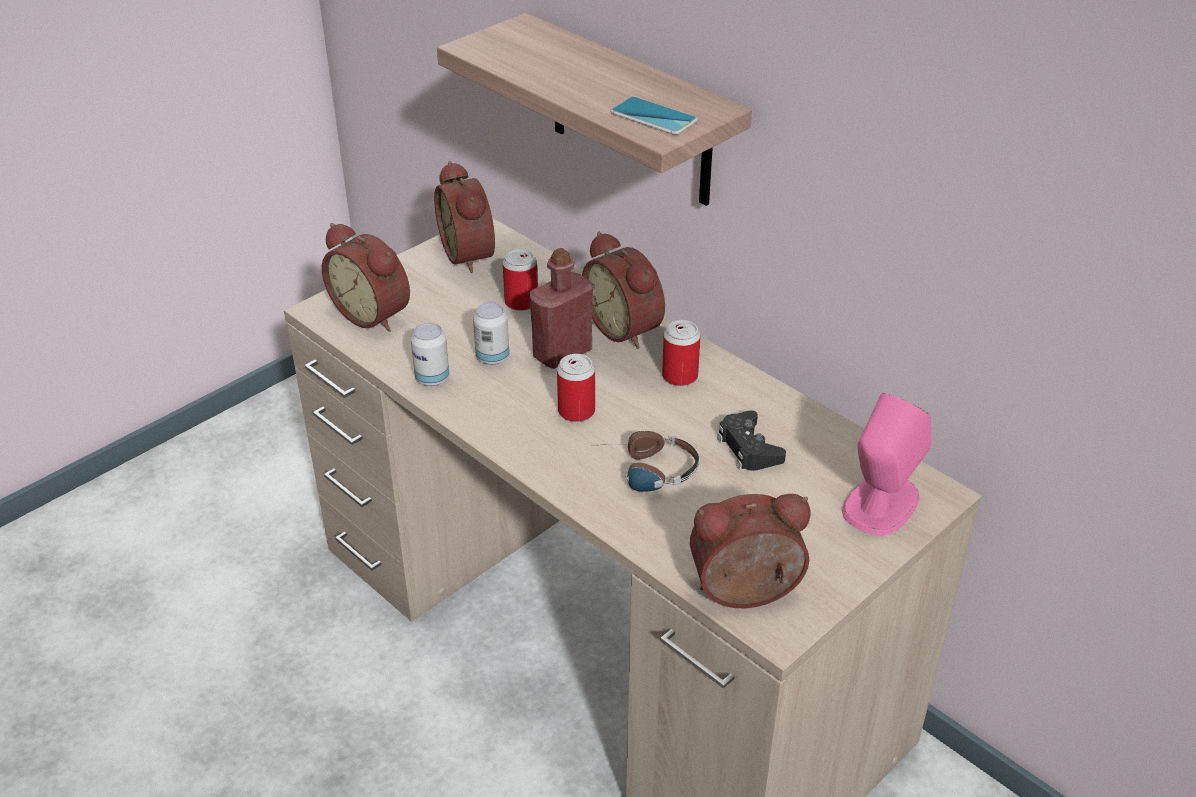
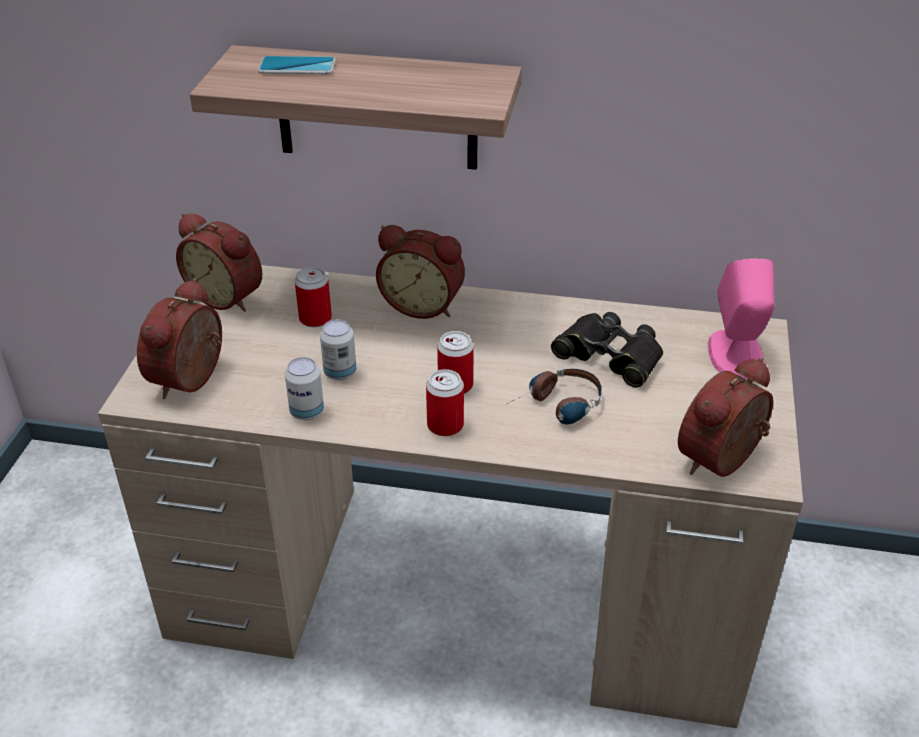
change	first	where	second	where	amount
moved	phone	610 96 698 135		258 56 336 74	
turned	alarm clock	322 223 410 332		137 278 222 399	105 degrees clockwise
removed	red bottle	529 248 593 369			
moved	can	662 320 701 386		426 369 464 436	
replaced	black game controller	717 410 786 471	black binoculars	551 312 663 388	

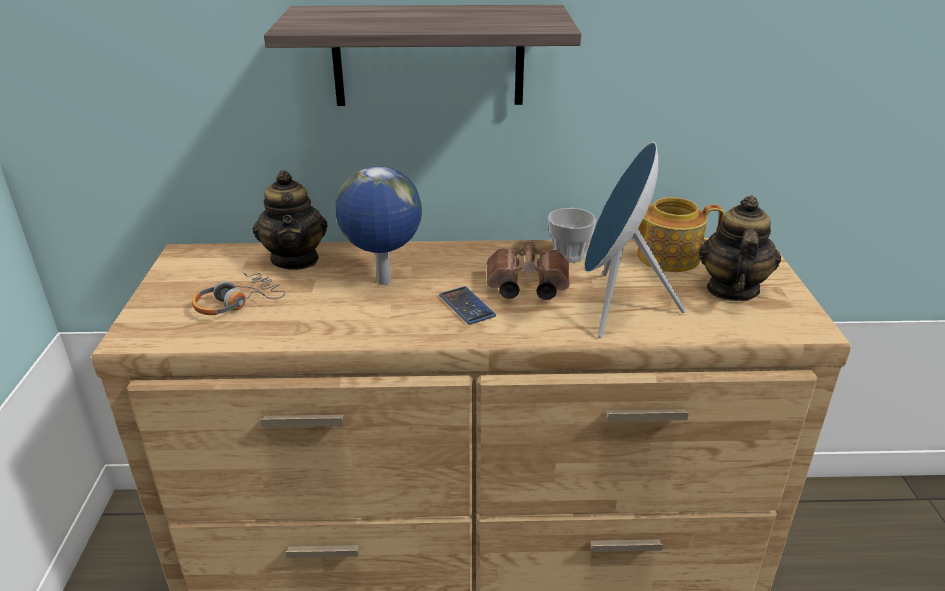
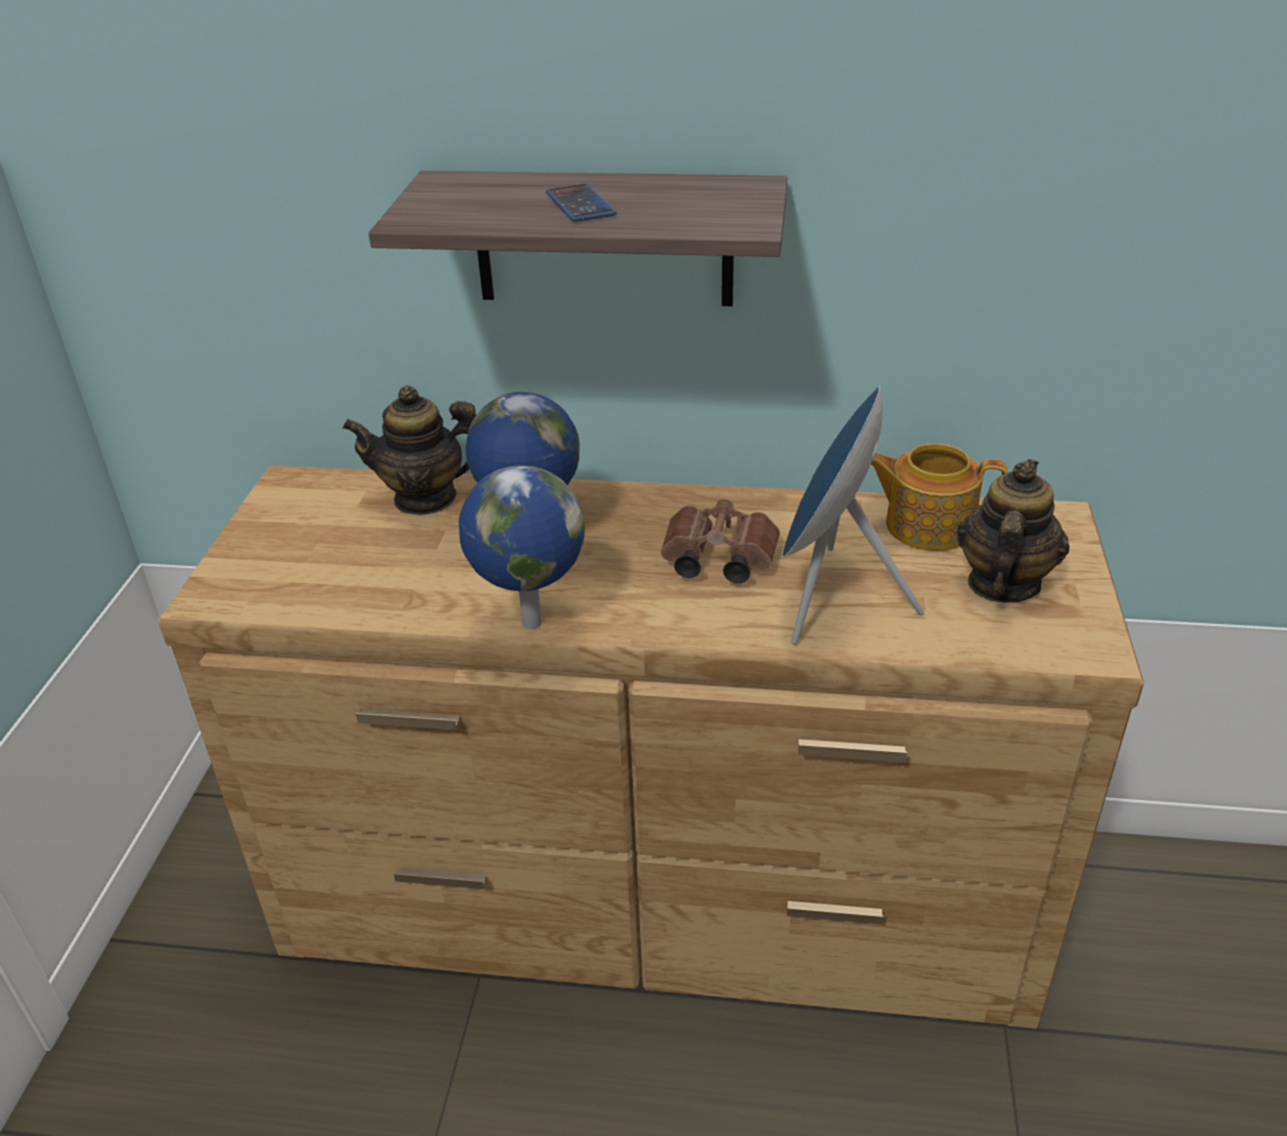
change	first	where	second	where	amount
turned	teapot	253 170 328 270		343 385 476 515	90 degrees clockwise
removed	cup	548 208 596 263			
removed	headphones	192 272 285 315			
moved	phone	439 286 496 325		546 183 616 222	
added			globe	459 465 585 629	

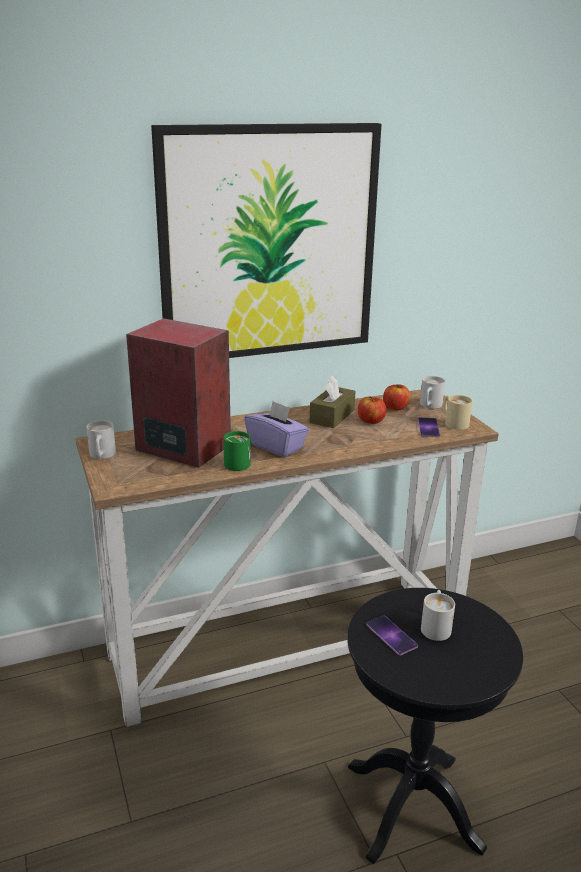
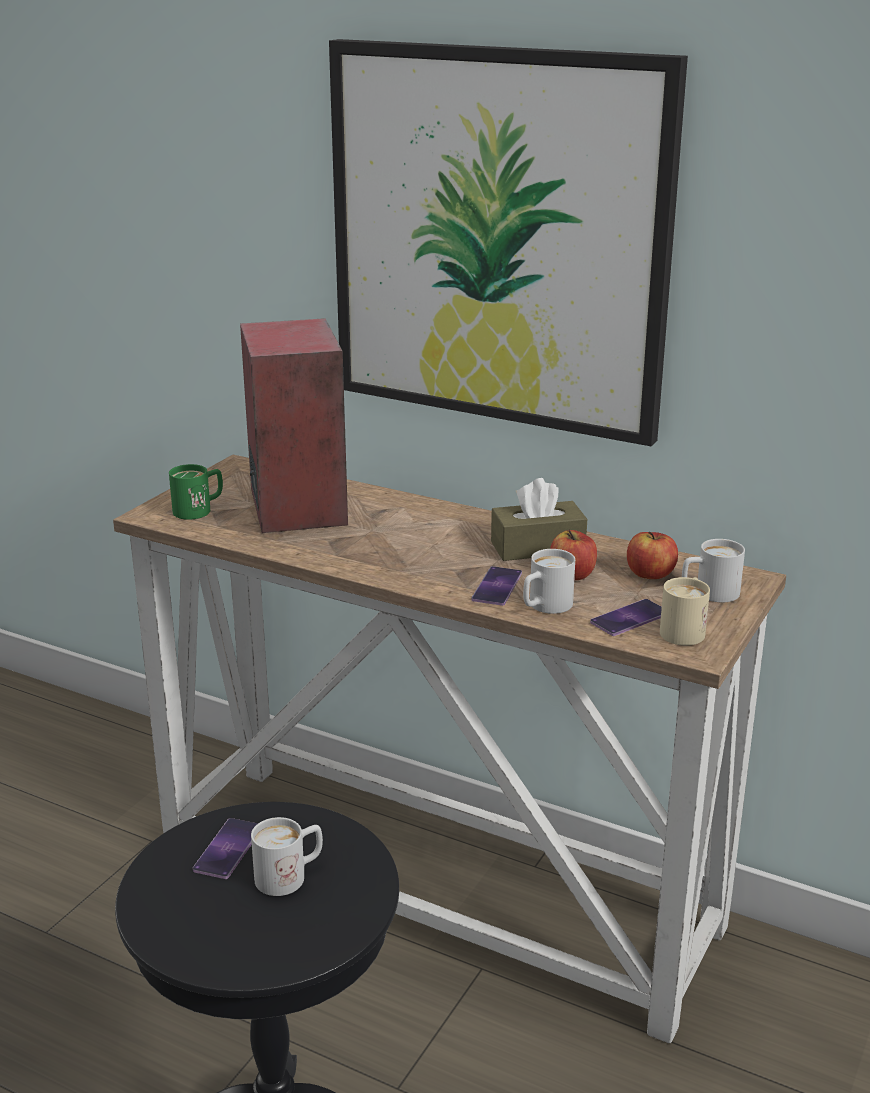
change	first	where	second	where	amount
removed	purple tissue box	244 401 309 457			
moved	white mug	87 420 116 459		523 549 575 614	
moved	green mug	223 431 251 471		169 464 223 520	
added			phone	472 566 522 606	

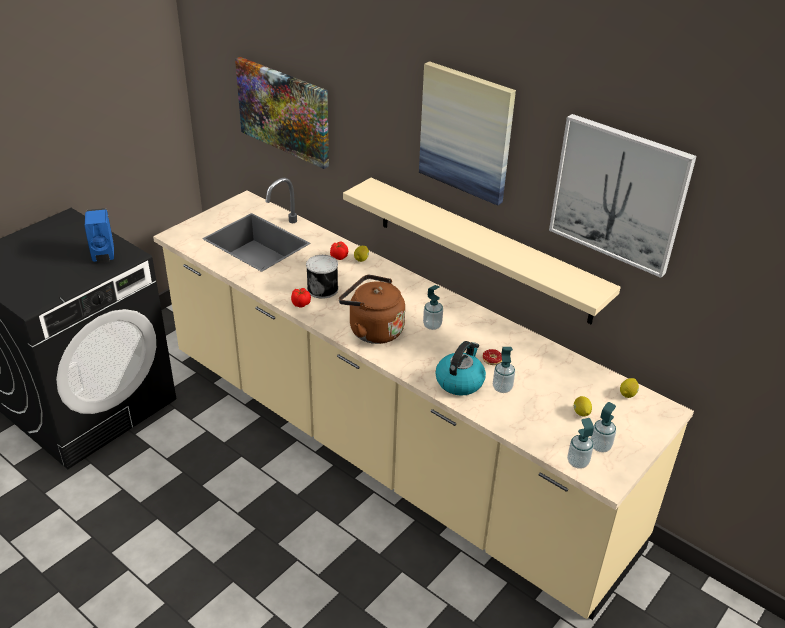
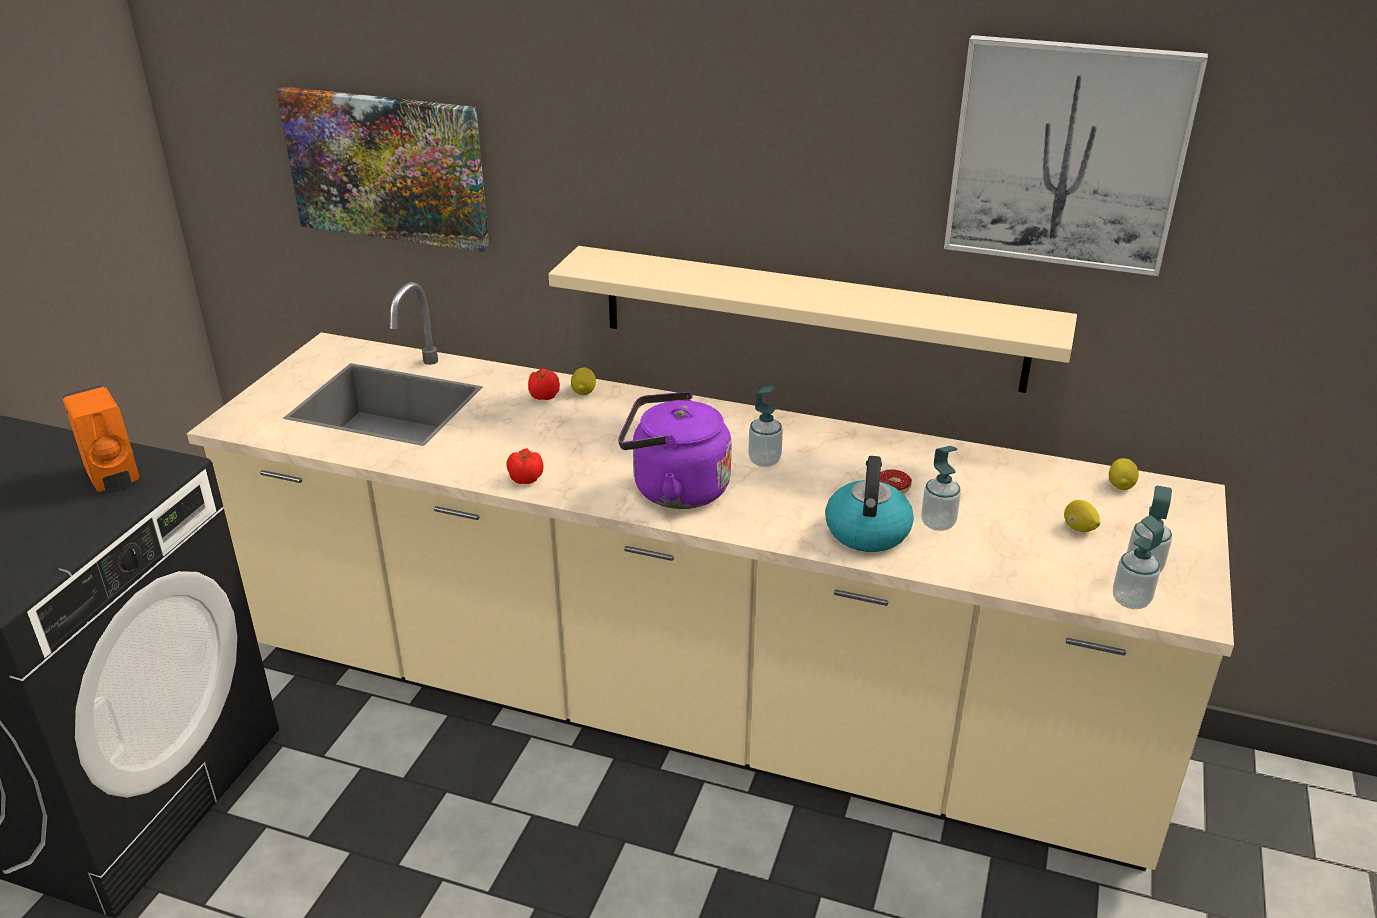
change	first	where	second	where	amount
removed	picture	419 61 516 206			
recoloured	blue soap dispenser	85 208 114 263	orange soap dispenser	62 385 139 493	
removed	can	306 255 338 299			
recoloured	brown kettle	339 275 405 344	purple kettle	618 392 732 509	

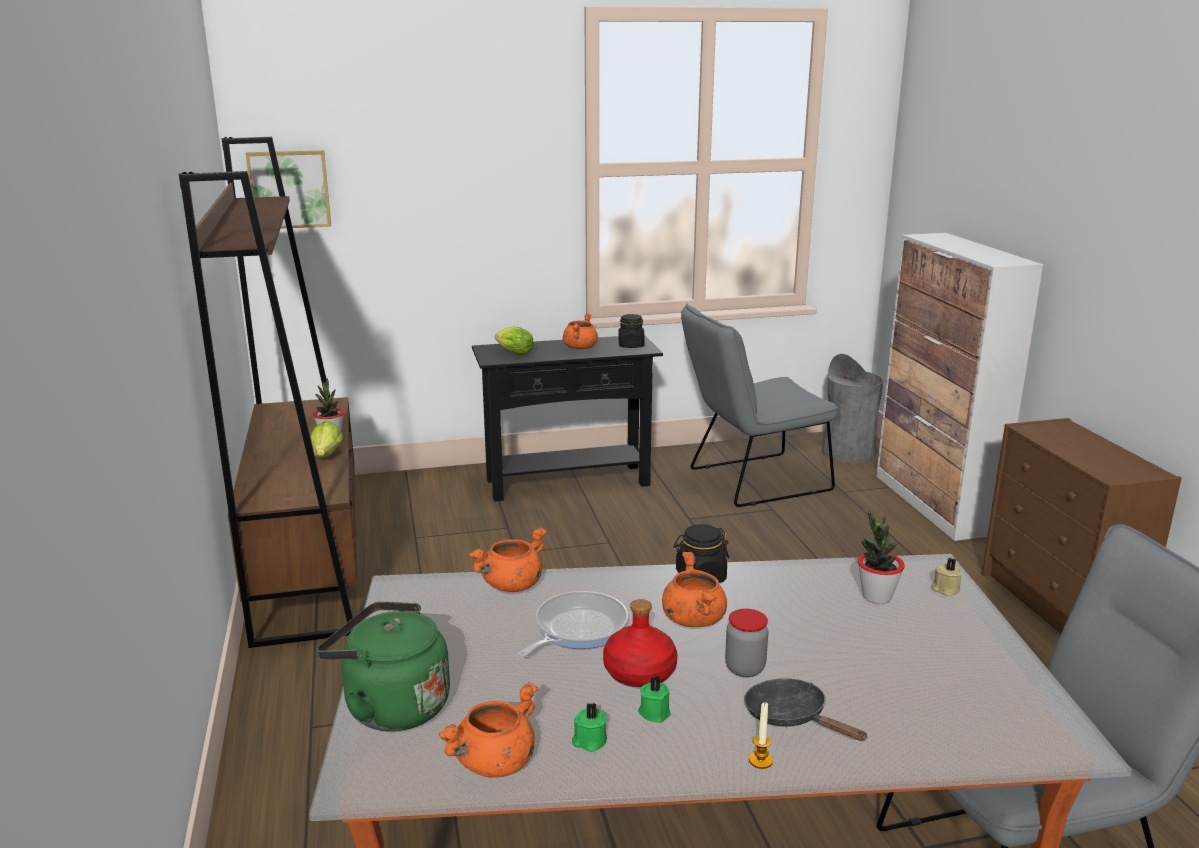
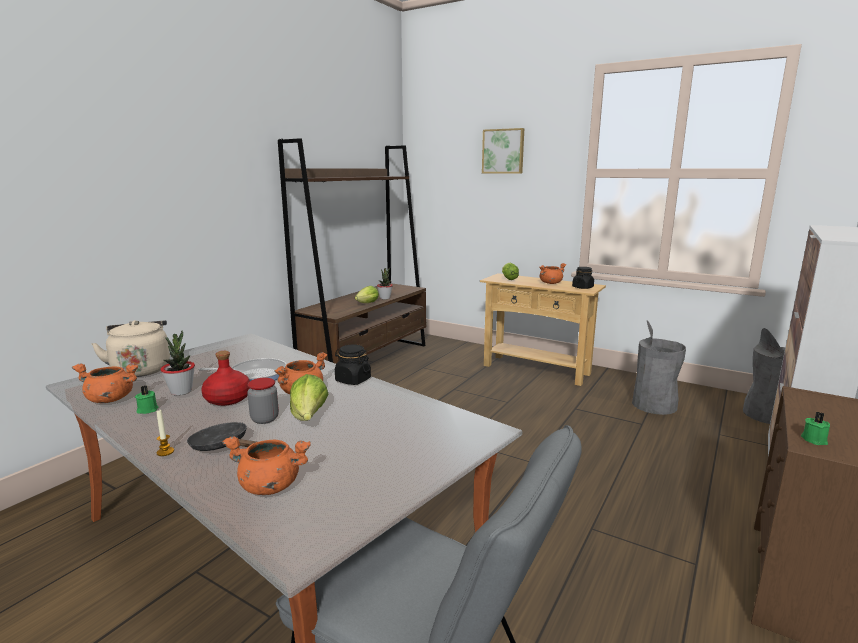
change	first	where	second	where	amount
moved	picture	246 150 331 228		482 128 524 174	
replaced	grey chair	681 304 839 507	grey trash can	632 320 686 415	
recoloured	black console table	472 335 663 502	beige console table	480 273 606 386	
moved	potted plant	857 511 905 604		161 330 195 395	
moved	orange cooking pot	469 527 547 592		222 437 311 495	
removed	beige candle	931 558 963 596			
recoloured	green kettle	317 602 450 731	beige kettle	91 320 170 377	
moved	green candle	638 676 671 723		801 412 830 445	
turned	black frying pan	744 678 868 741		187 422 256 451	60 degrees counterclockwise
added			lettuce	290 374 329 421	

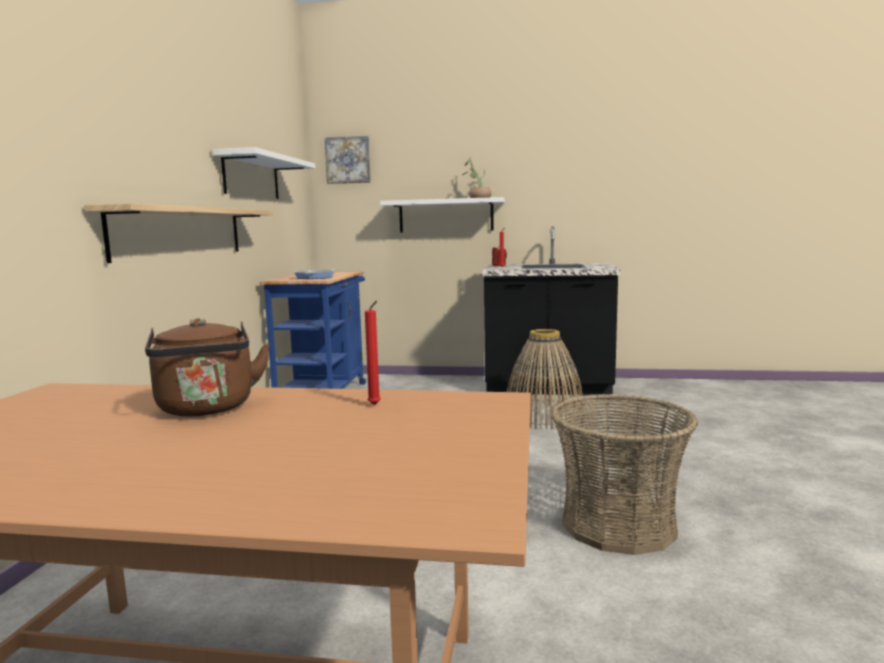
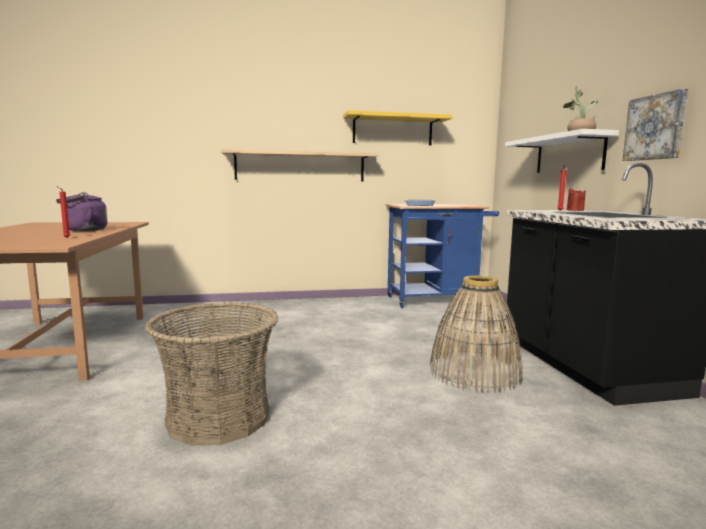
change	first	where	second	where	amount
moved	picture	324 136 371 184		622 89 688 161	
recoloured	white shelf	213 147 315 199	yellow shelf	343 110 453 145	
recoloured	brown kettle	145 318 270 417	purple kettle	56 192 107 231	

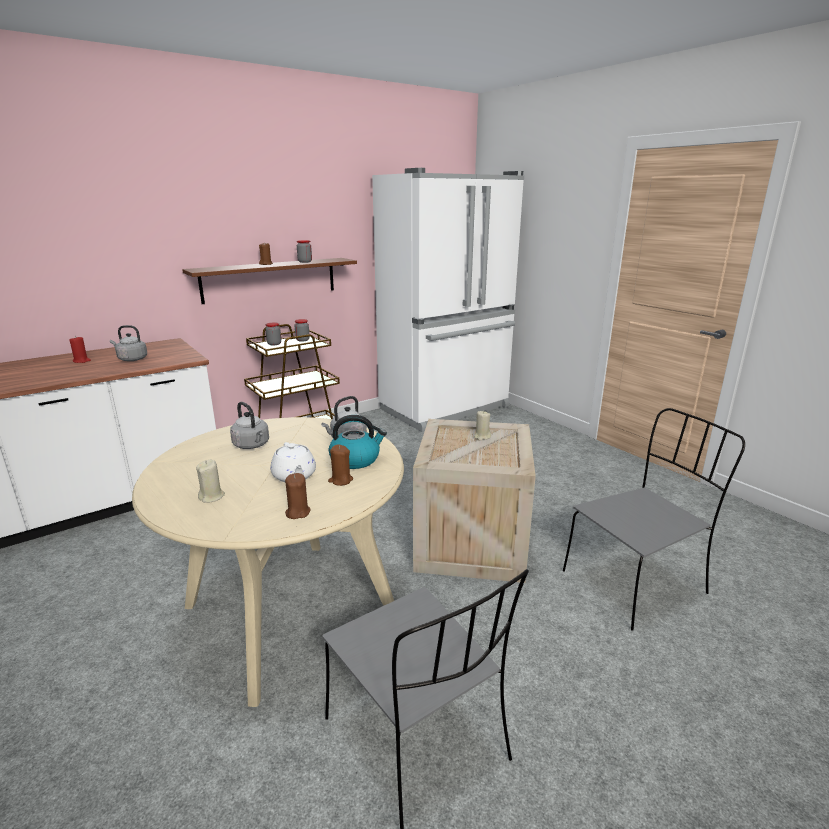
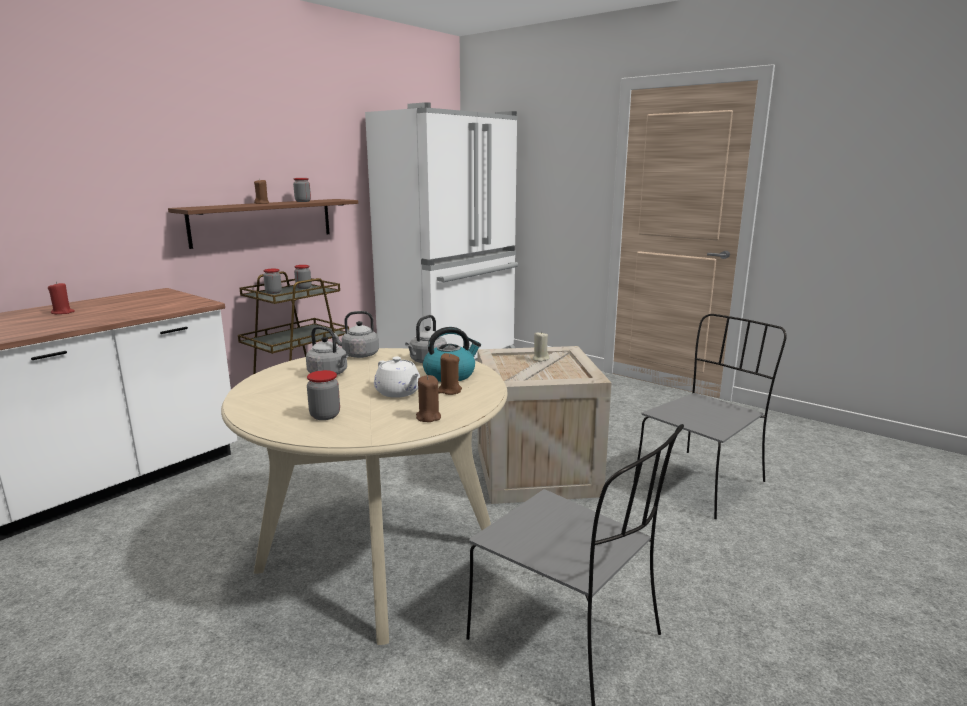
change	first	where	second	where	amount
moved	grey kettle	110 325 147 361		334 311 379 358	
replaced	beige candle	196 460 225 503	jar	307 370 340 420	

